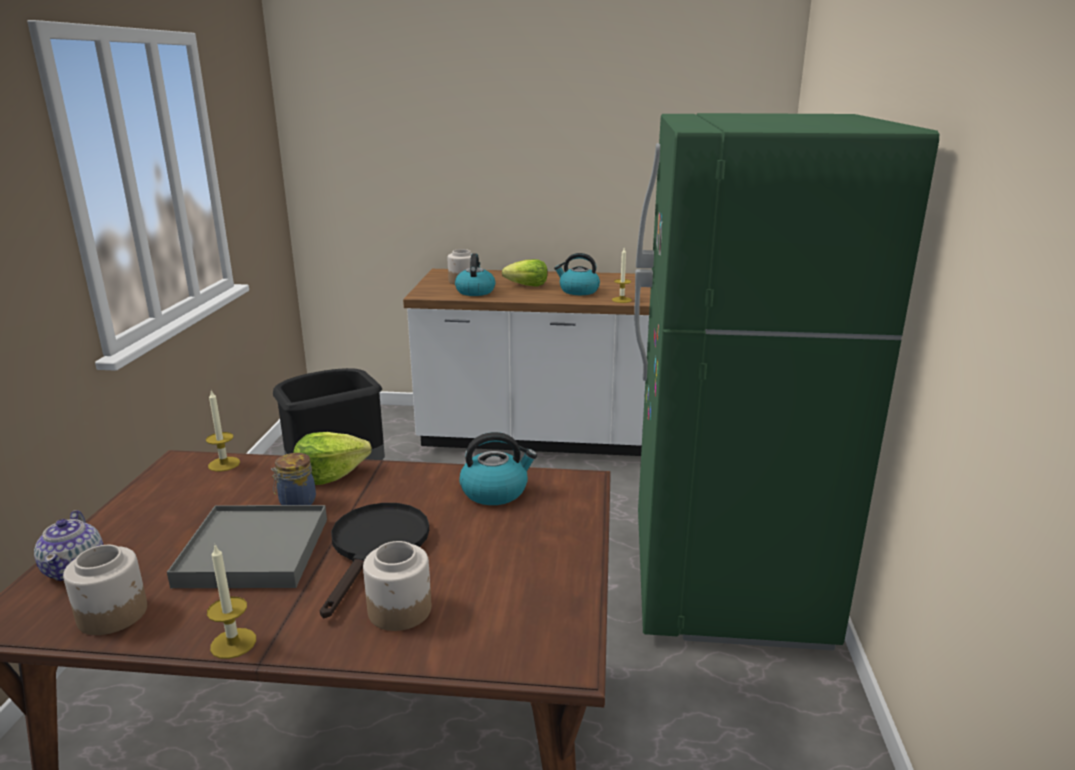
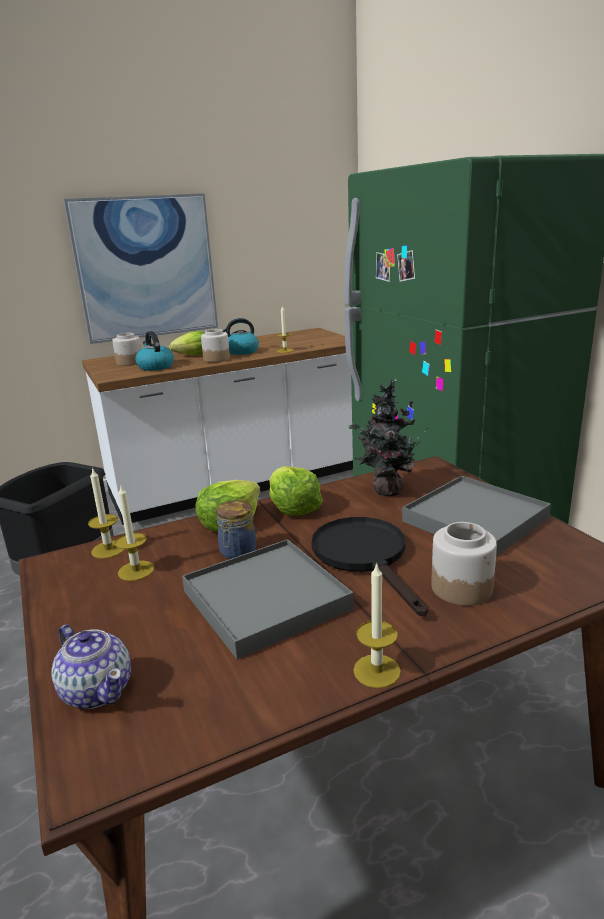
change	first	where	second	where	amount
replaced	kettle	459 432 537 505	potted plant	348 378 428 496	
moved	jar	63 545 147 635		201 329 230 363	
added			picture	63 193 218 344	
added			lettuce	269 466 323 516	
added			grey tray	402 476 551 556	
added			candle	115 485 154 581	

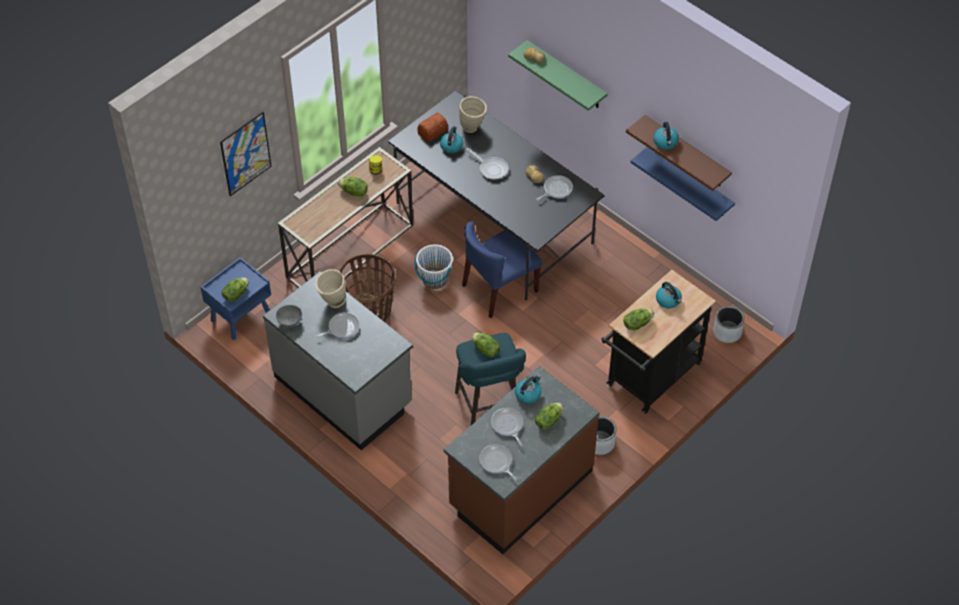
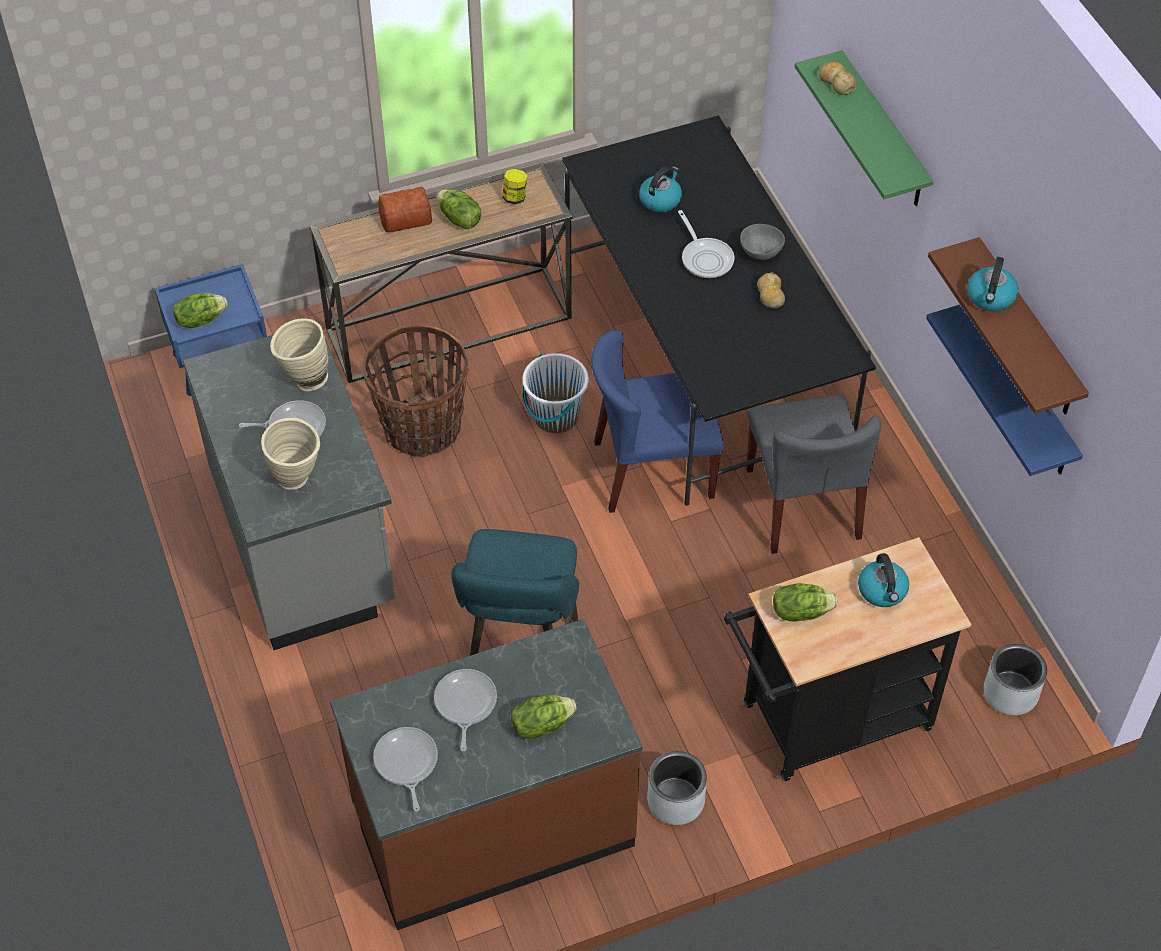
change	first	where	second	where	amount
moved	beige vase	459 96 487 133		261 418 320 490	
removed	picture	220 112 272 196			
moved	bread	417 112 448 142		378 187 432 232	
removed	frying pan	536 175 573 201			
moved	grey bowl	276 305 302 327		740 224 785 260	
removed	lettuce	472 333 500 357			
removed	kettle	515 375 542 404			
added			grey chair	746 394 881 554	

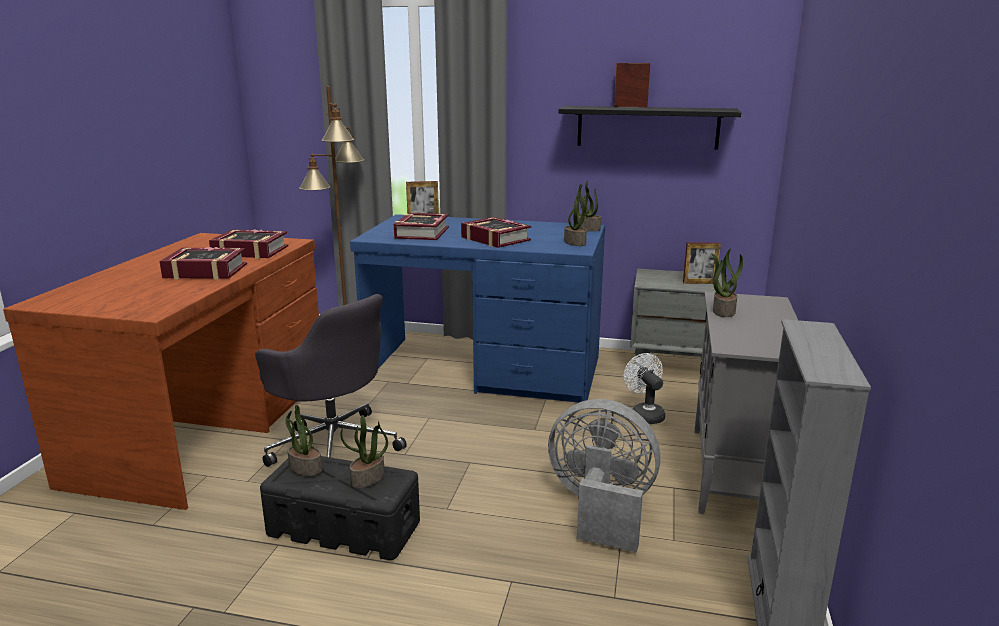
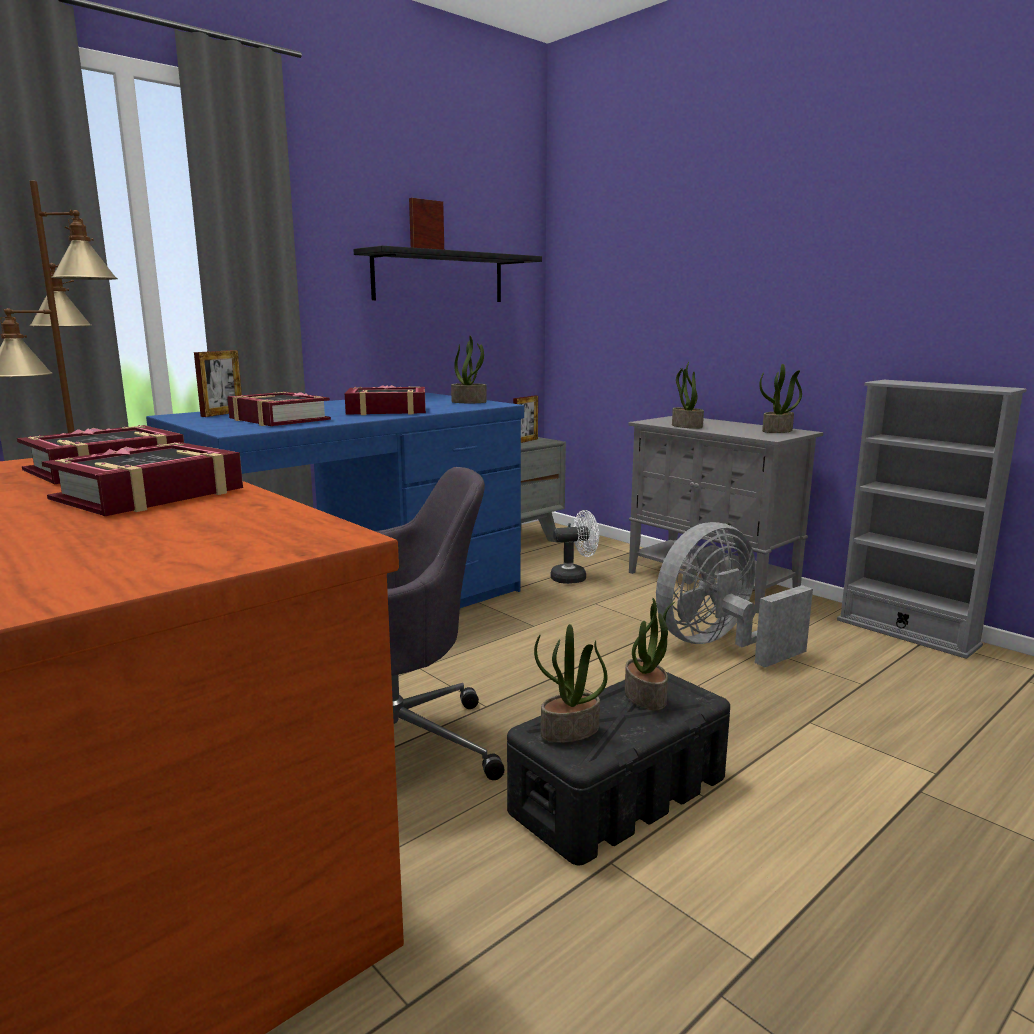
change	first	where	second	where	amount
moved	potted plant	578 180 601 231		759 364 802 433	
turned	white fan	624 353 665 424		551 510 599 584	150 degrees clockwise

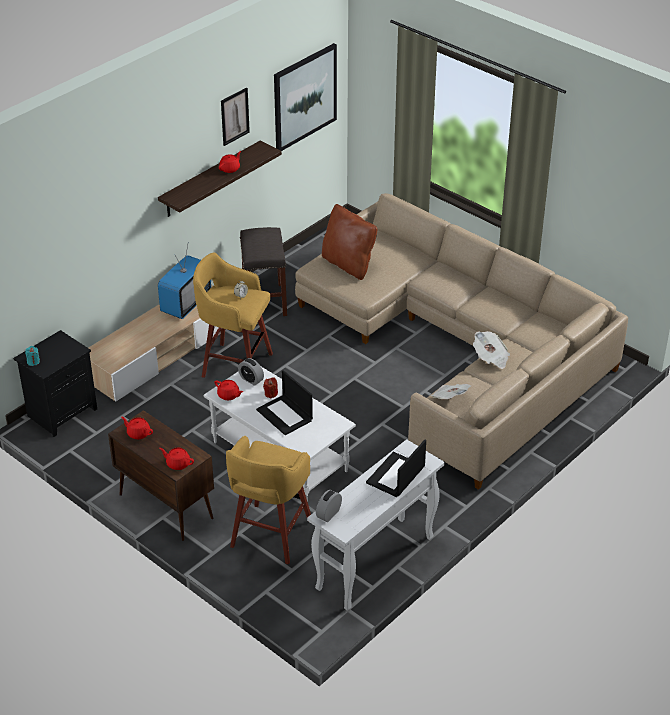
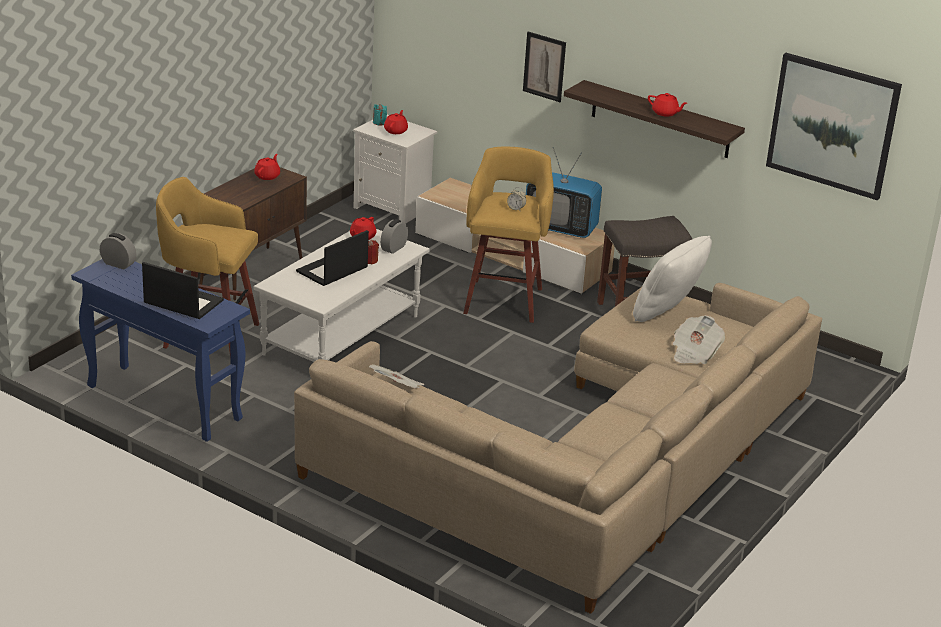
change	first	where	second	where	amount
moved	picture	221 87 250 146		523 32 566 102	
recoloured	brown pillow	322 204 377 280	white pillow	633 236 712 322	
recoloured	black nightstand	13 330 97 437	white nightstand	353 115 437 224	
moved	newspaper	473 331 510 369		673 315 725 364	
recoloured	white console table	307 439 445 611	blue console table	71 259 250 442	
moved	red teapot	159 448 194 470		384 110 408 134	

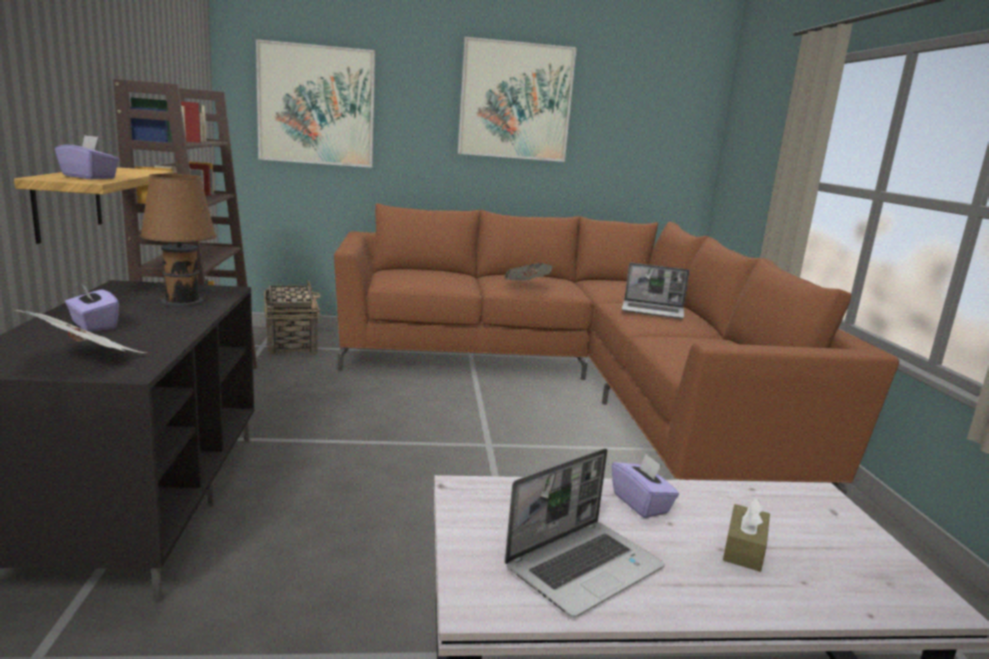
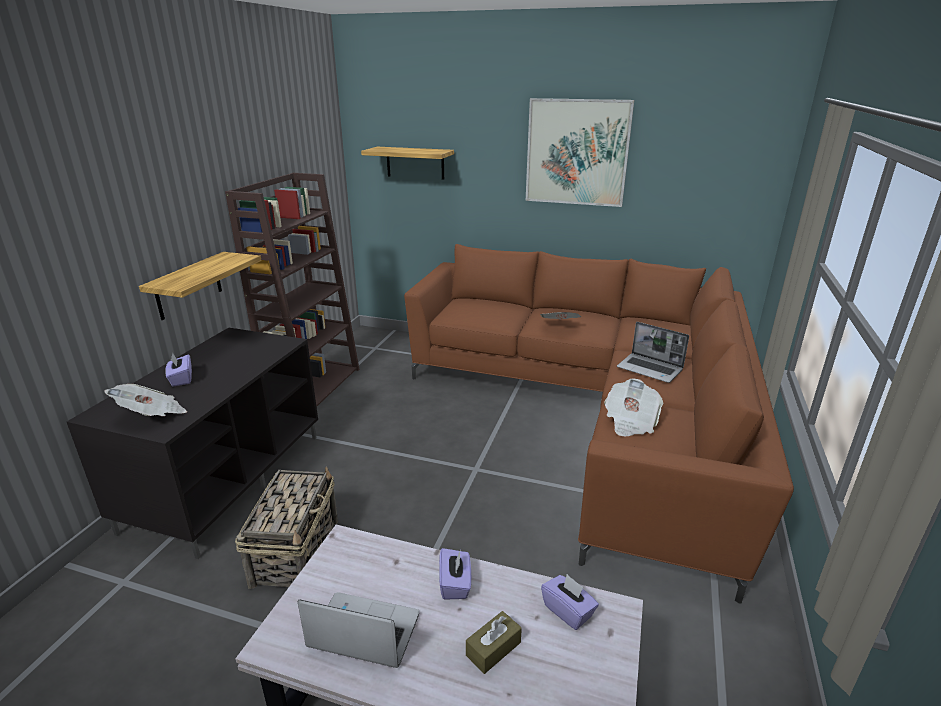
change	first	where	second	where	amount
replaced	picture	256 39 375 168	shelf	361 147 454 180	
moved	purple tissue box	55 135 120 179		541 574 599 630	
removed	brown table lamp	140 174 217 307			
moved	basket	264 280 321 355		235 466 338 589	
turned	laptop	505 448 665 617		298 592 419 668	150 degrees counterclockwise
added			newspaper	604 378 663 436	

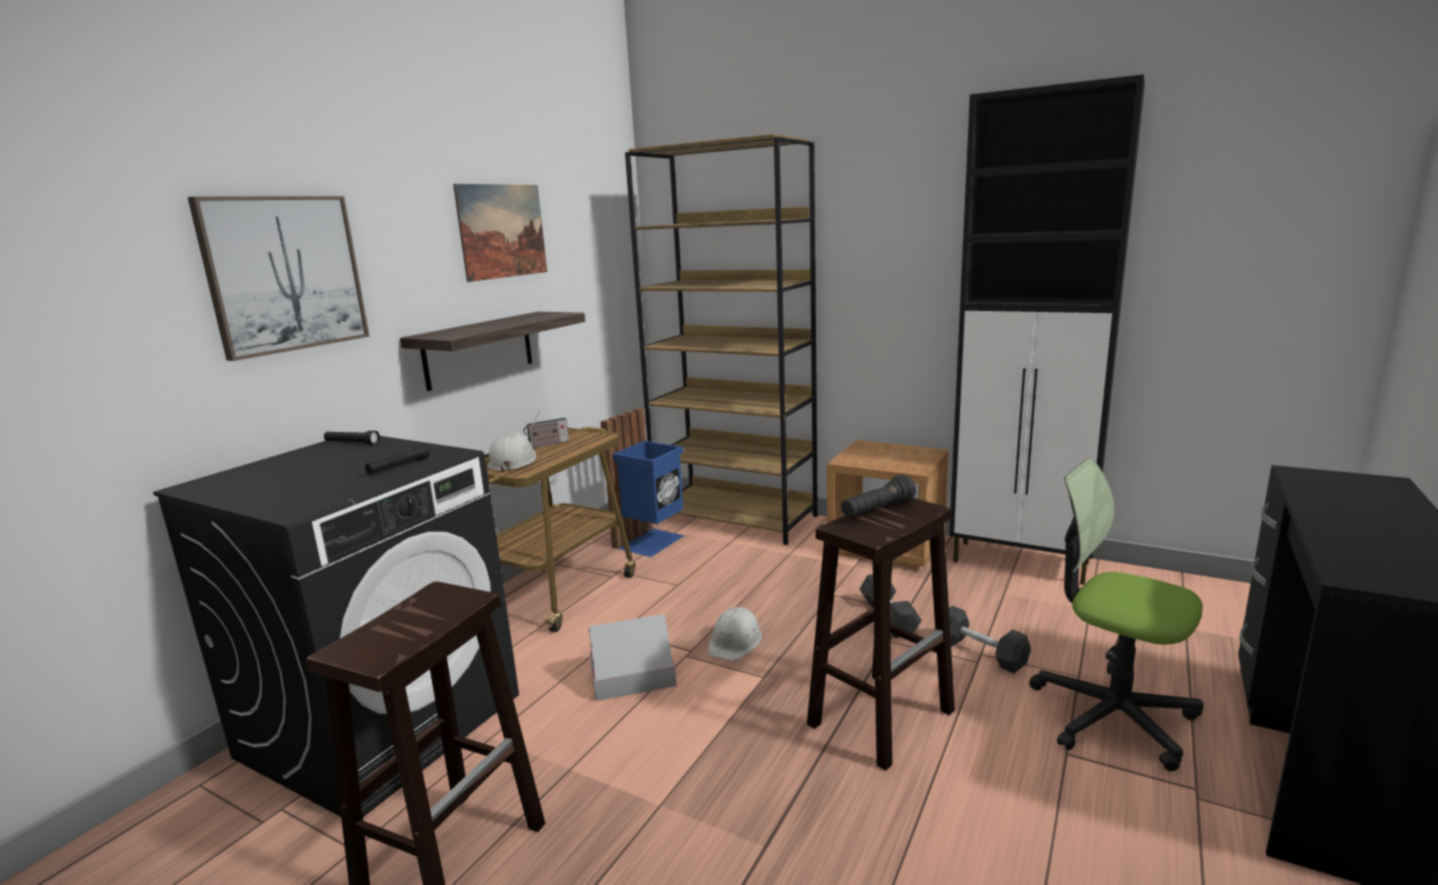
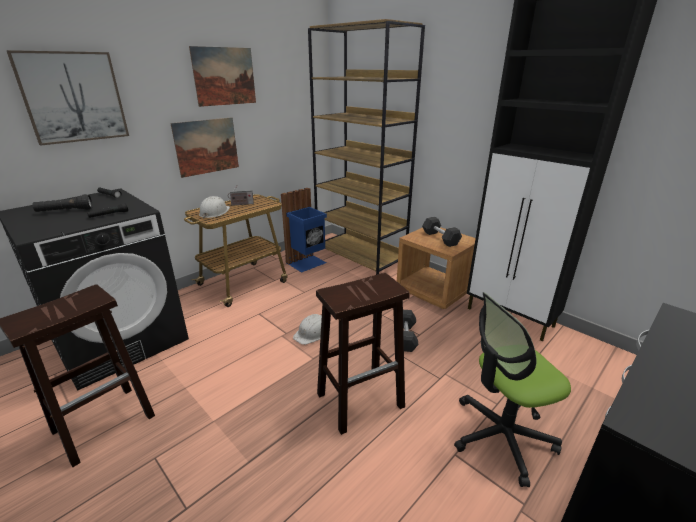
change	first	where	second	where	amount
replaced	shelf	400 312 585 391	picture	170 117 239 178	
turned	office chair	1029 459 1204 771		454 292 571 487	75 degrees counterclockwise
moved	black flashlight	841 474 916 518		32 194 93 212	
moved	grey dumbbell	949 606 1031 673		422 217 462 247	
removed	cardboard box	588 614 676 701			

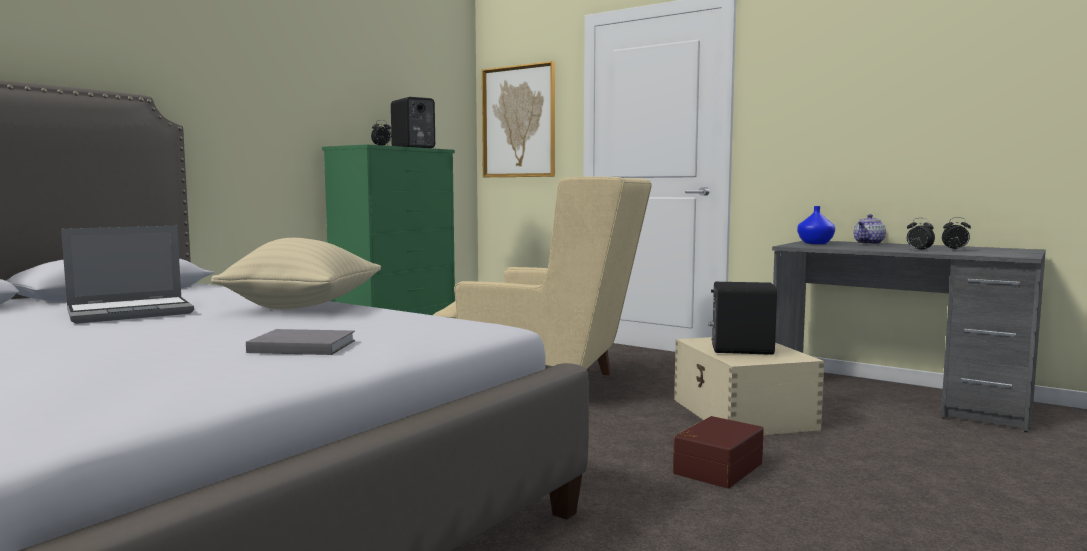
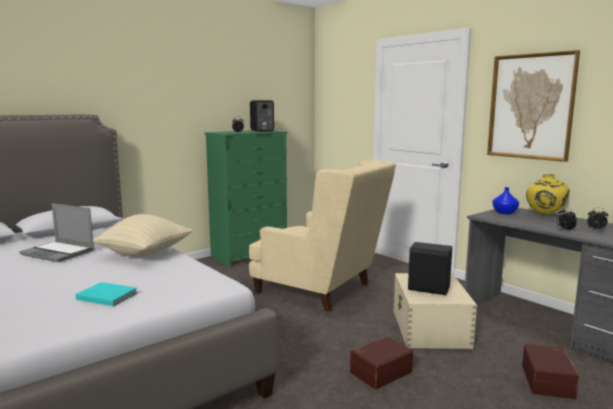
change	first	where	second	where	amount
moved	picture	482 61 555 177		487 50 580 162	
replaced	teapot	853 214 886 244	yellow vase	526 174 570 216	
turned	laptop	61 226 194 324		20 203 94 262	45 degrees clockwise
recoloured	grey book	246 329 355 355	turquoise book	75 282 137 306	
added			brown storage box	522 344 579 399	

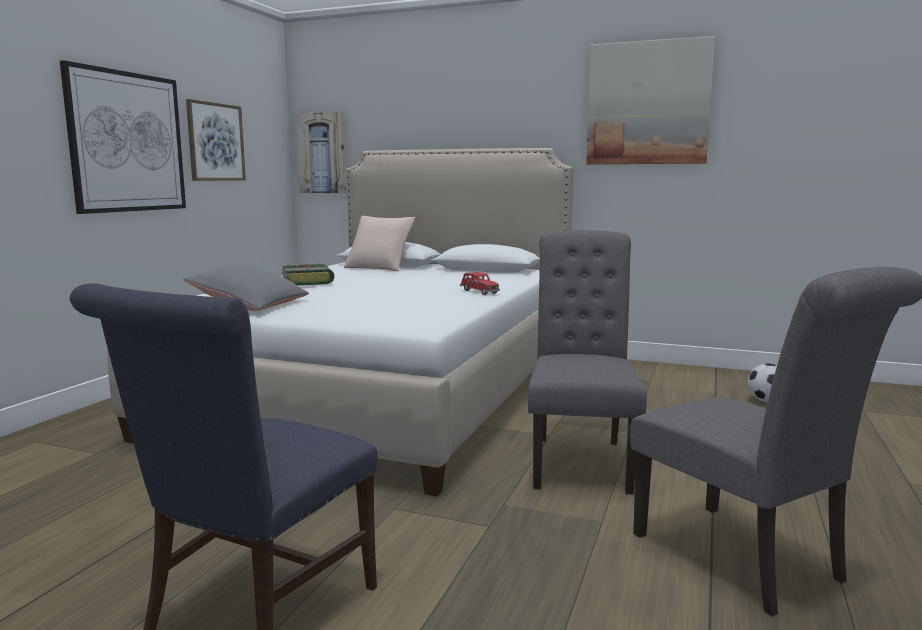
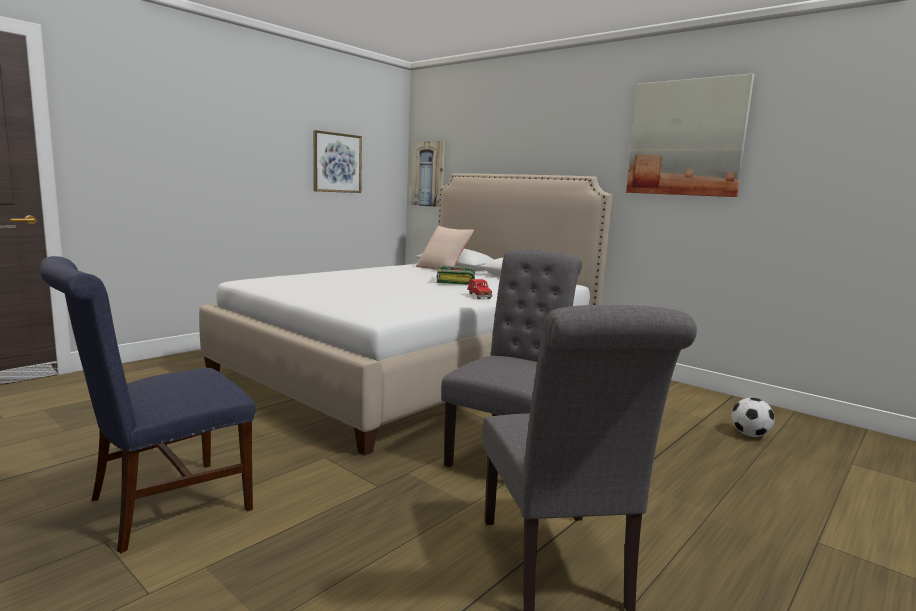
change	first	where	second	where	amount
removed	picture	60 60 186 214			
moved	book	282 263 335 286		437 265 475 285	
removed	grey pillow	183 265 309 311			

